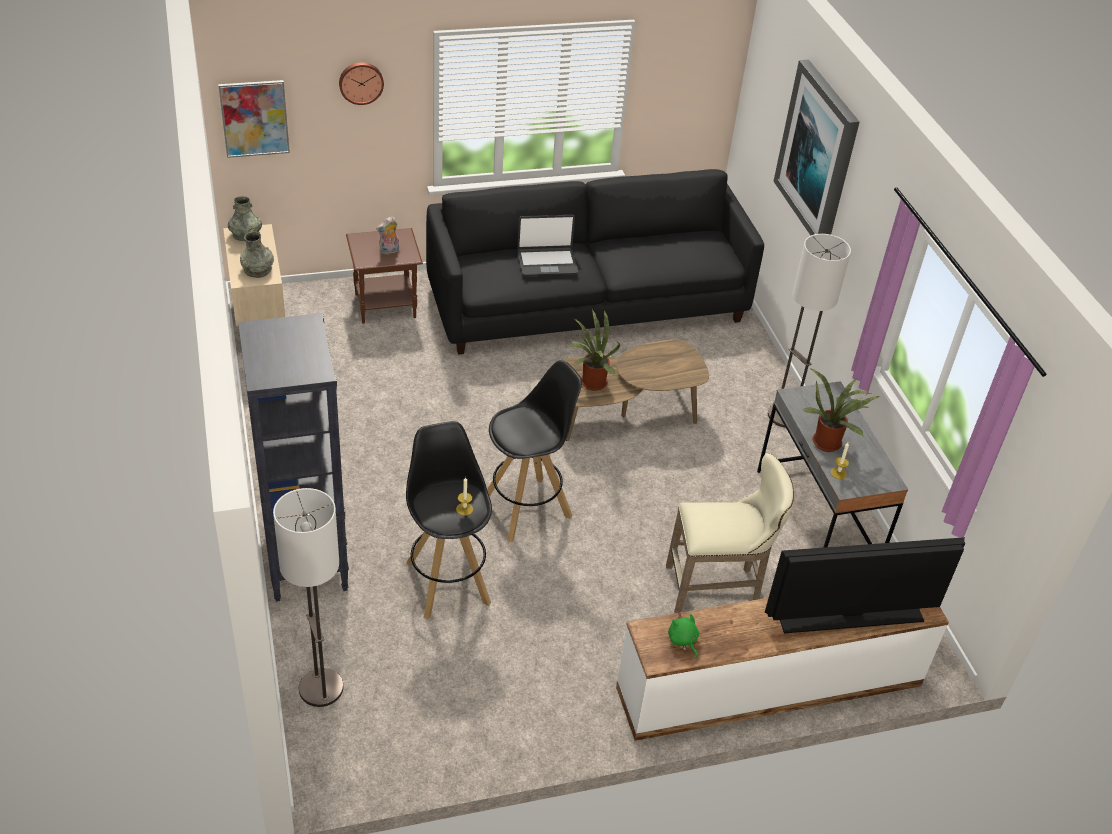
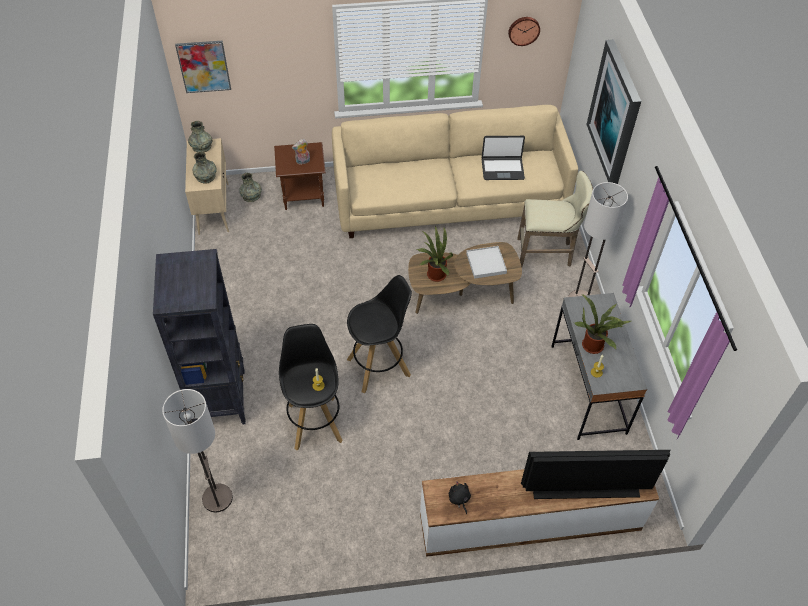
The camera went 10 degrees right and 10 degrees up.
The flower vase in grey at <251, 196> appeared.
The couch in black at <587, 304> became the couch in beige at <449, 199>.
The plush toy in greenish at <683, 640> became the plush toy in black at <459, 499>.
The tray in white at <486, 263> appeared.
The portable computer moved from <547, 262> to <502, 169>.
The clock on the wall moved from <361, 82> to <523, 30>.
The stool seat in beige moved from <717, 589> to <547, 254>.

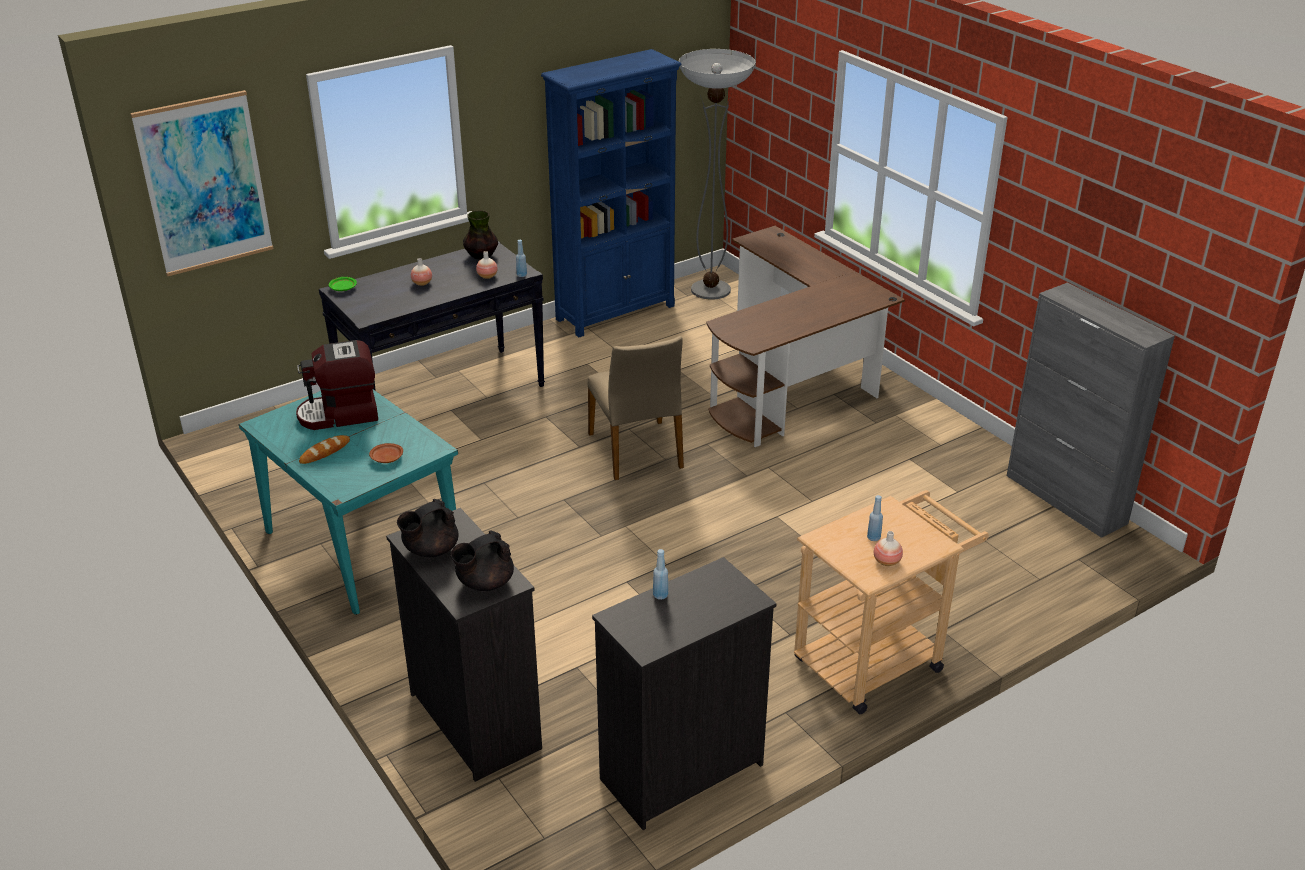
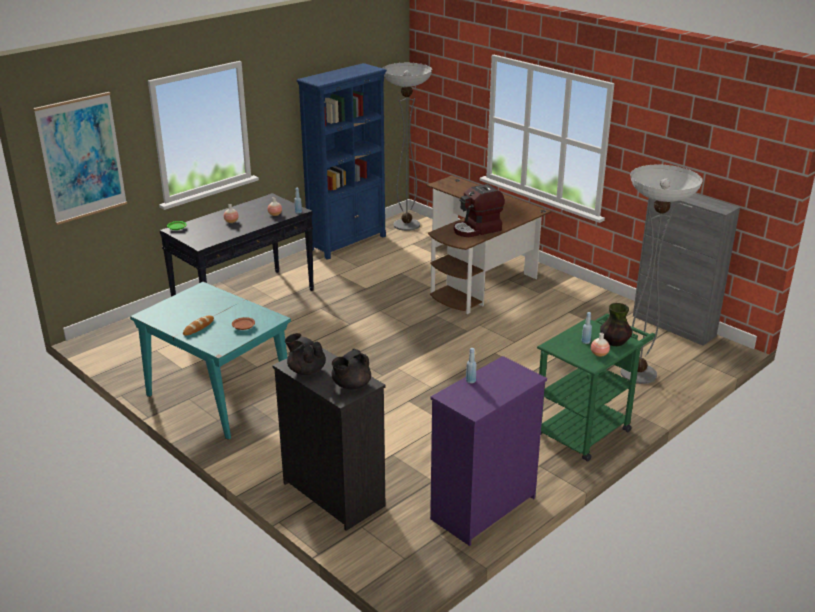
The camera went 10 degrees left and 5 degrees down.
The pot for tea in black at <430, 550> turned 90 degrees clockwise.
The chest of drawers in black at <679, 772> became the chest of drawers in purplish at <482, 508>.
The coffee brewer moved from <340, 414> to <477, 229>.
The wheeled cart in beige at <877, 658> became the wheeled cart in greenish at <587, 428>.
The flower vase moved from <481, 256> to <614, 342>.
The standing lamp at <638, 374> appeared.
The upright chair in beige at <637, 450> disappeared.

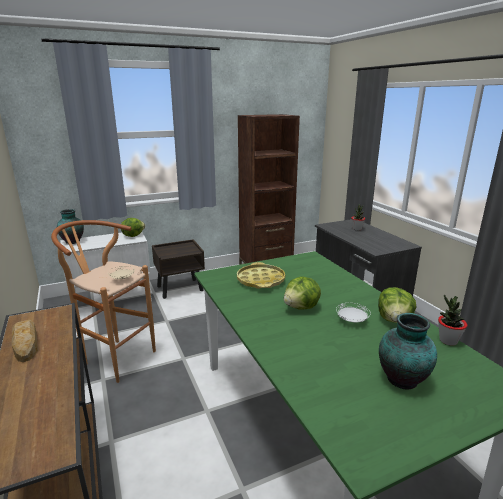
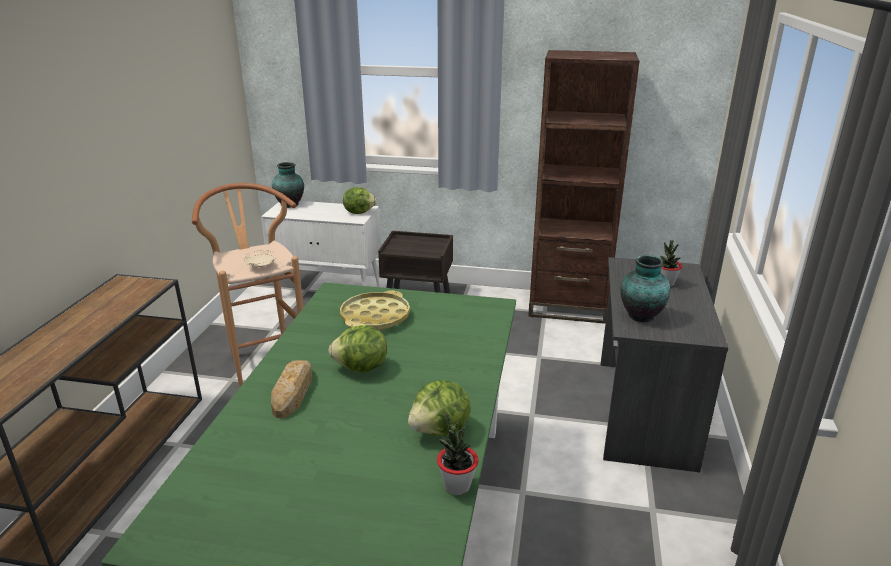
The camera went 35 degrees right and 5 degrees up.
The baked bread moved from <26, 343> to <293, 392>.
The flower vase moved from <402, 380> to <641, 316>.
The dinner plate in white at <351, 320> disappeared.

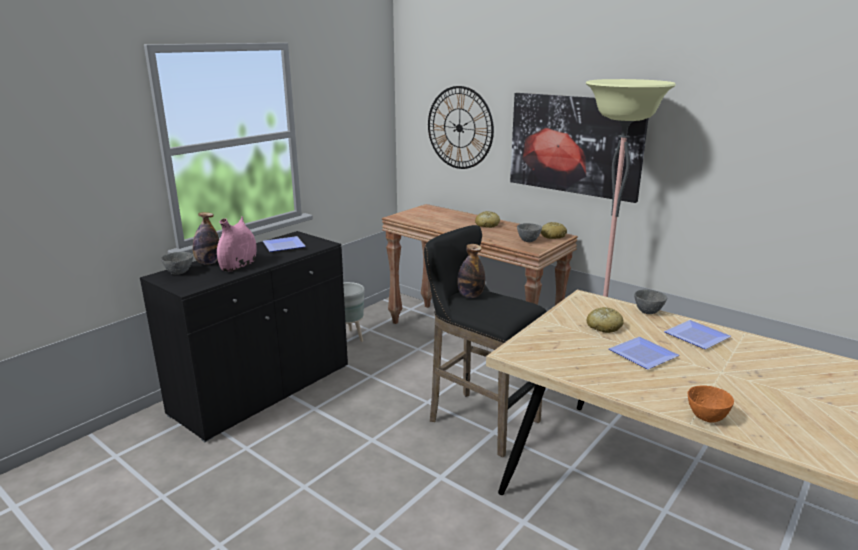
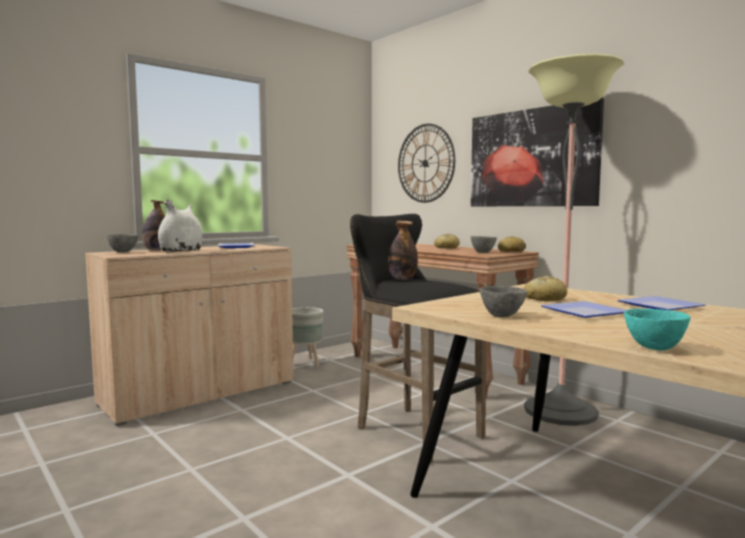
The camera went 10 degrees right and 15 degrees down.
The cabinet in black at <263, 390> became the cabinet in beige at <200, 393>.
The flower vase in pink-coloured at <239, 265> became the flower vase in white at <181, 251>.
The serving bowl in grey moved from <647, 312> to <502, 315>.
The serving bowl in orange-coloured at <707, 418> became the serving bowl in turquoise at <655, 348>.

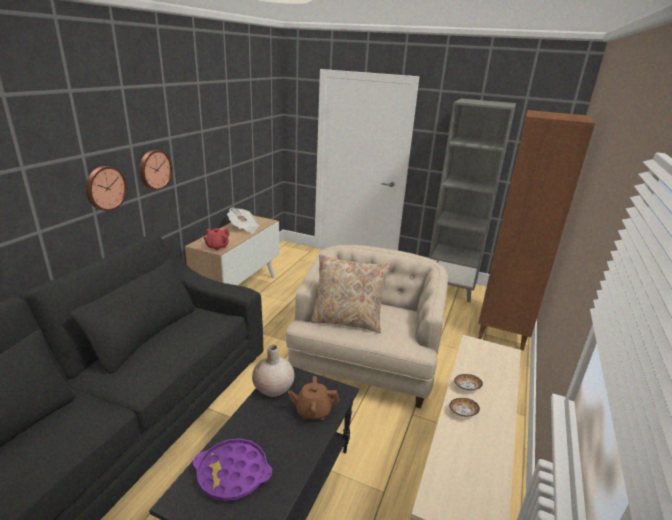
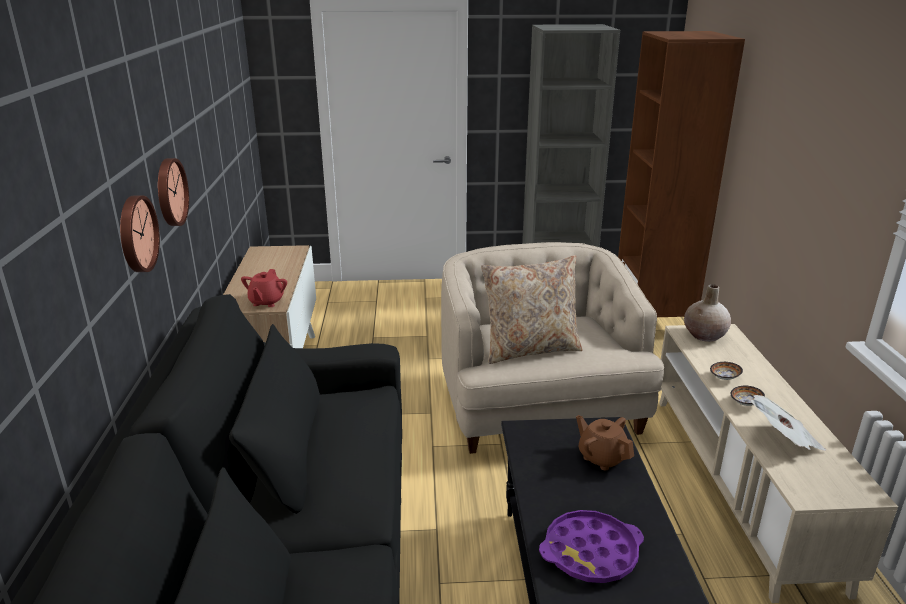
The camera went 25 degrees left and 0 degrees up.
The pot for tea in brown at <313, 411> turned 75 degrees clockwise.
The flower vase in beige moved from <273, 388> to <705, 335>.
The printed paper moved from <244, 228> to <783, 440>.

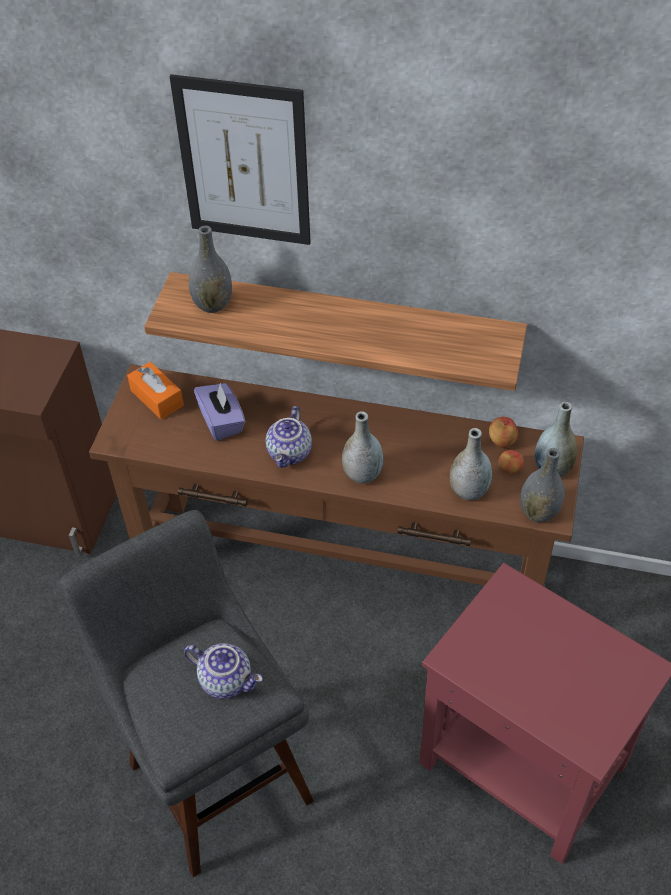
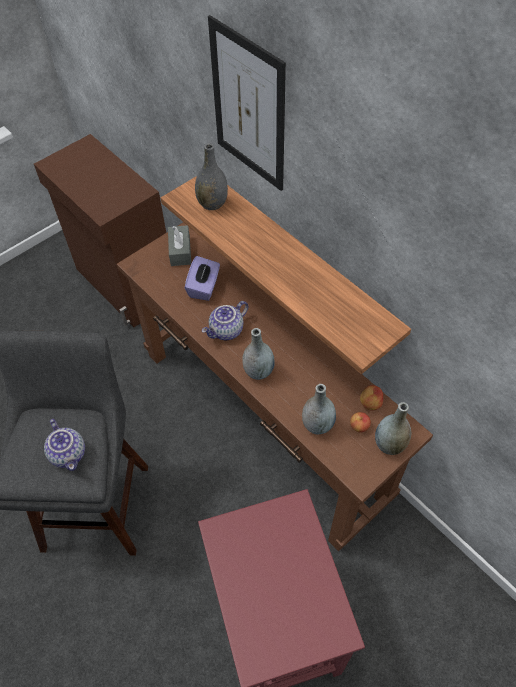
The camera went 35 degrees right and 5 degrees up.
The tissue box in orange-coloured at <157, 398> became the tissue box in grey at <180, 251>.
The flower vase in grey at <539, 512> disappeared.

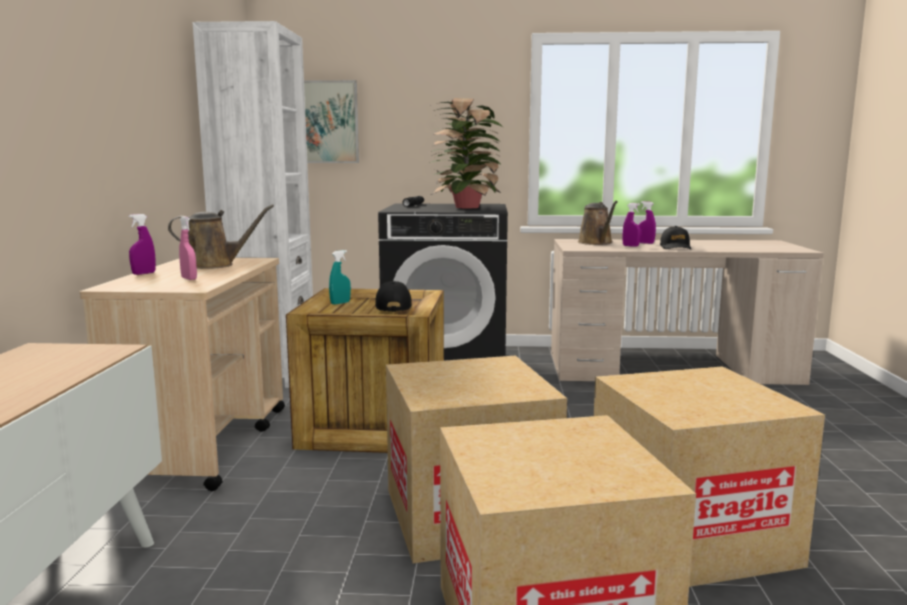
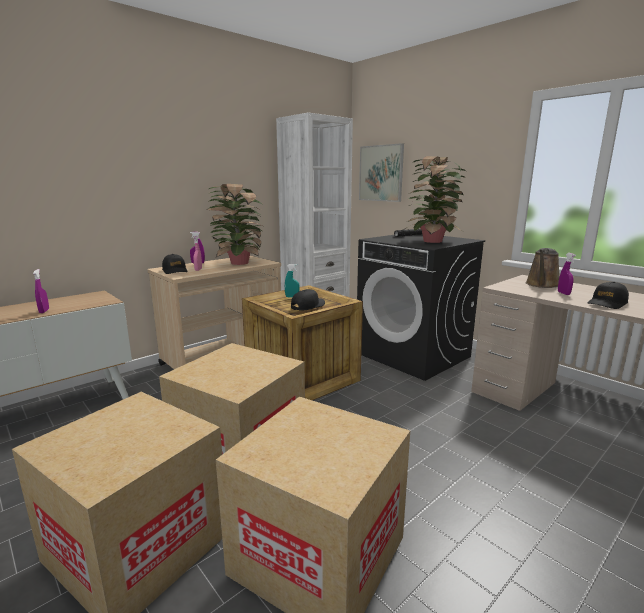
The camera went 45 degrees right and 5 degrees up.
The spray bottle in purplish moved from <645, 243> to <44, 311>.
The baseball cap in black at <175, 271> appeared.
The watering pot in brown at <214, 265> was replaced by the houseplant at <238, 263>.

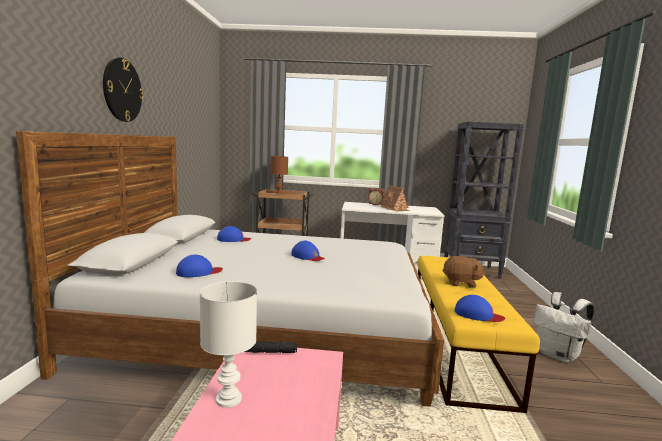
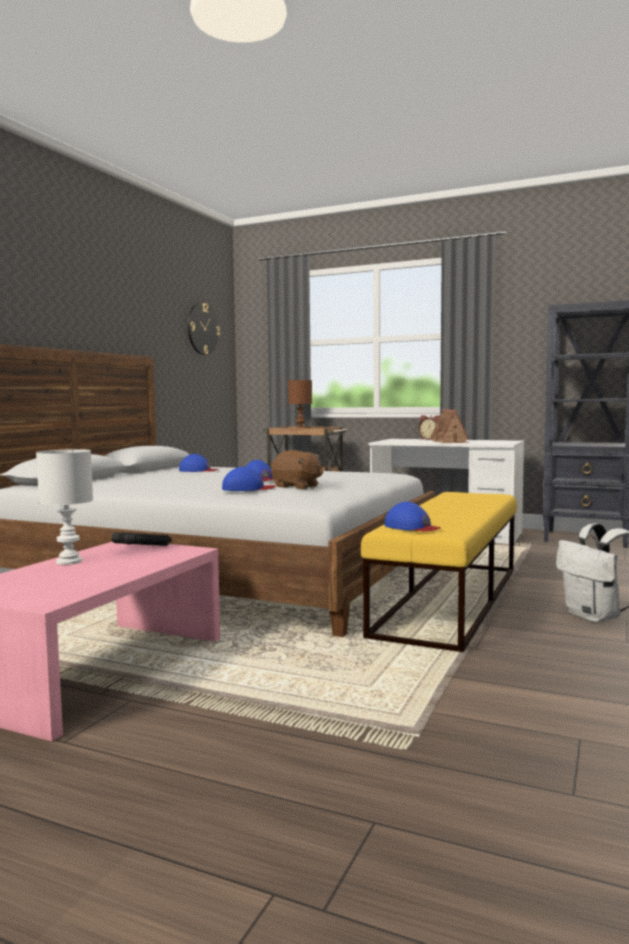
The camera went 20 degrees right and 5 degrees down.
The clock on the wall moved from <122, 90> to <202, 328>.
The baseball cap in blue moved from <198, 272> to <248, 488>.
The plush toy in brown moved from <461, 283> to <297, 487>.

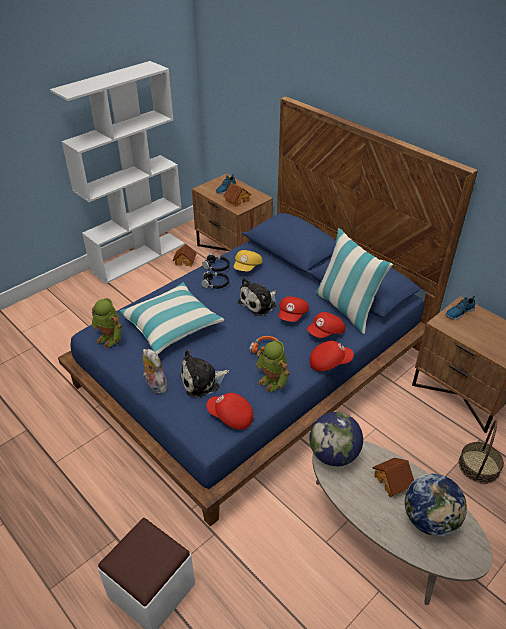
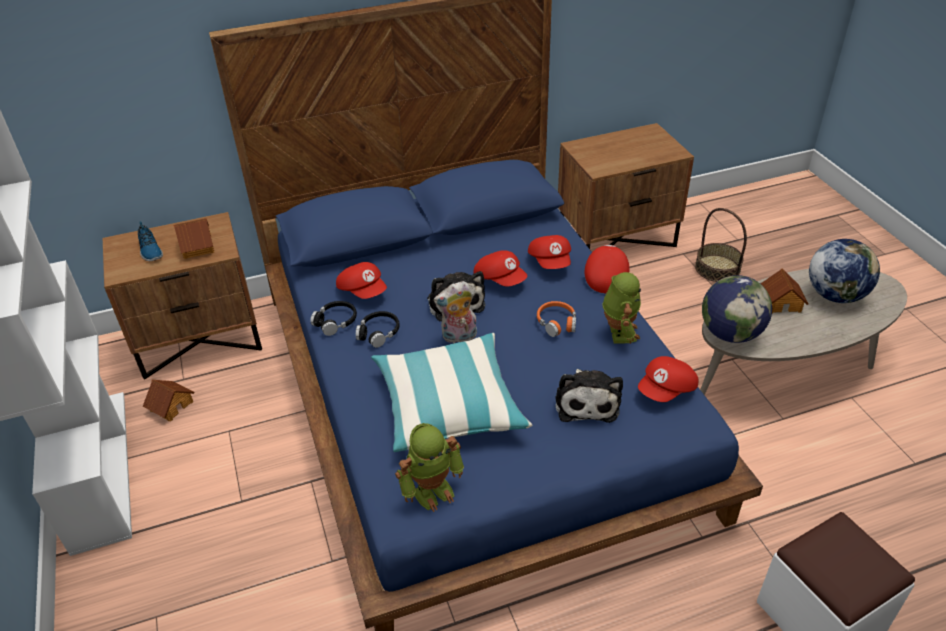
The camera went 65 degrees left and 0 degrees up.
The baseball cap in yellow-coloured at <248, 267> became the baseball cap in red at <363, 291>.
The plush toy moved from <155, 385> to <459, 337>.
The toy robot at <273, 381> turned 75 degrees counterclockwise.
The cushion at <346, 308> disappeared.
The item of footwear at <459, 312> disappeared.

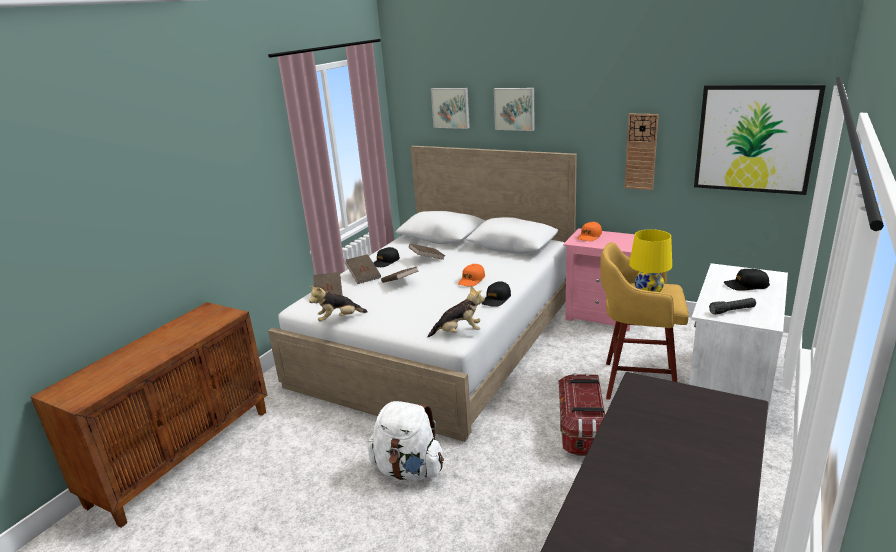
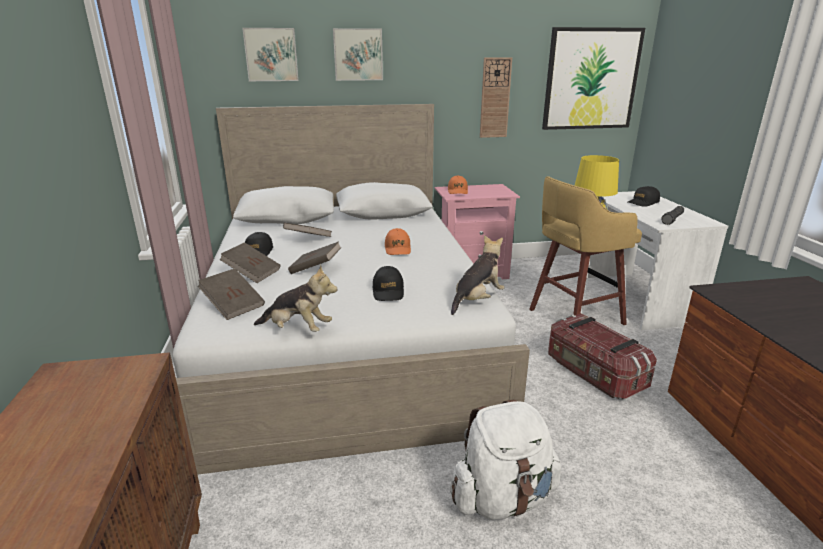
The camera went 40 degrees left and 0 degrees up.
The plush toy at <339, 319> turned 105 degrees counterclockwise.
The baseball cap in black moved from <496, 299> to <388, 291>.

